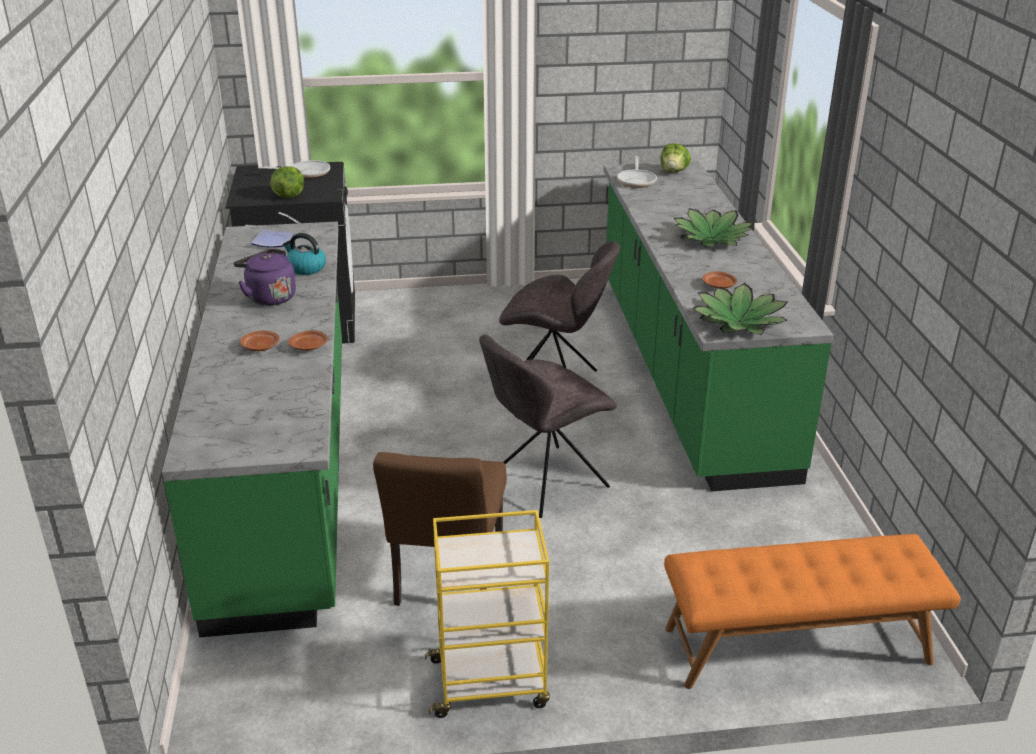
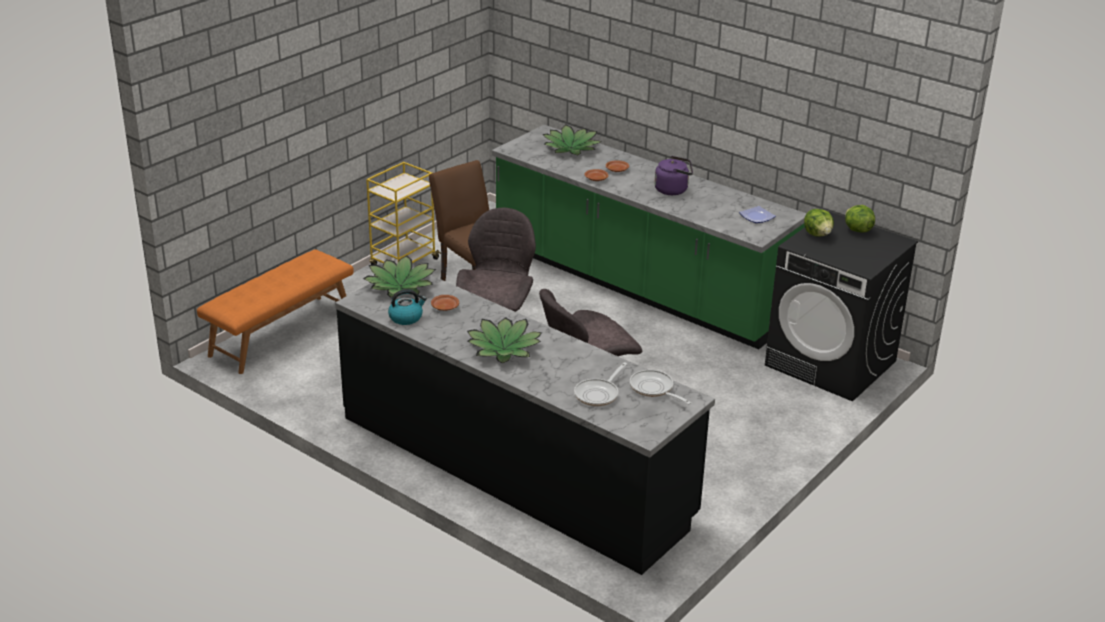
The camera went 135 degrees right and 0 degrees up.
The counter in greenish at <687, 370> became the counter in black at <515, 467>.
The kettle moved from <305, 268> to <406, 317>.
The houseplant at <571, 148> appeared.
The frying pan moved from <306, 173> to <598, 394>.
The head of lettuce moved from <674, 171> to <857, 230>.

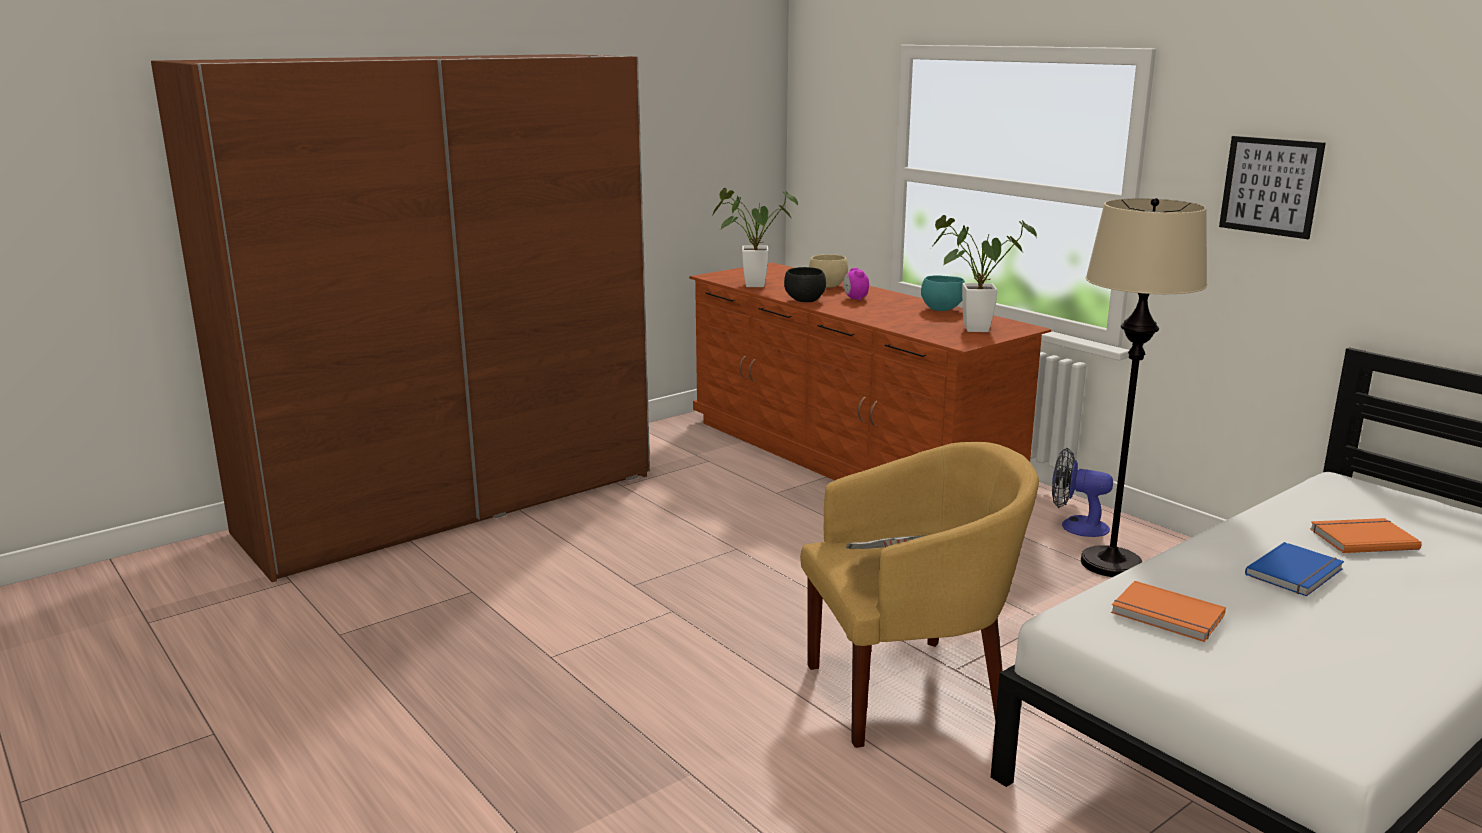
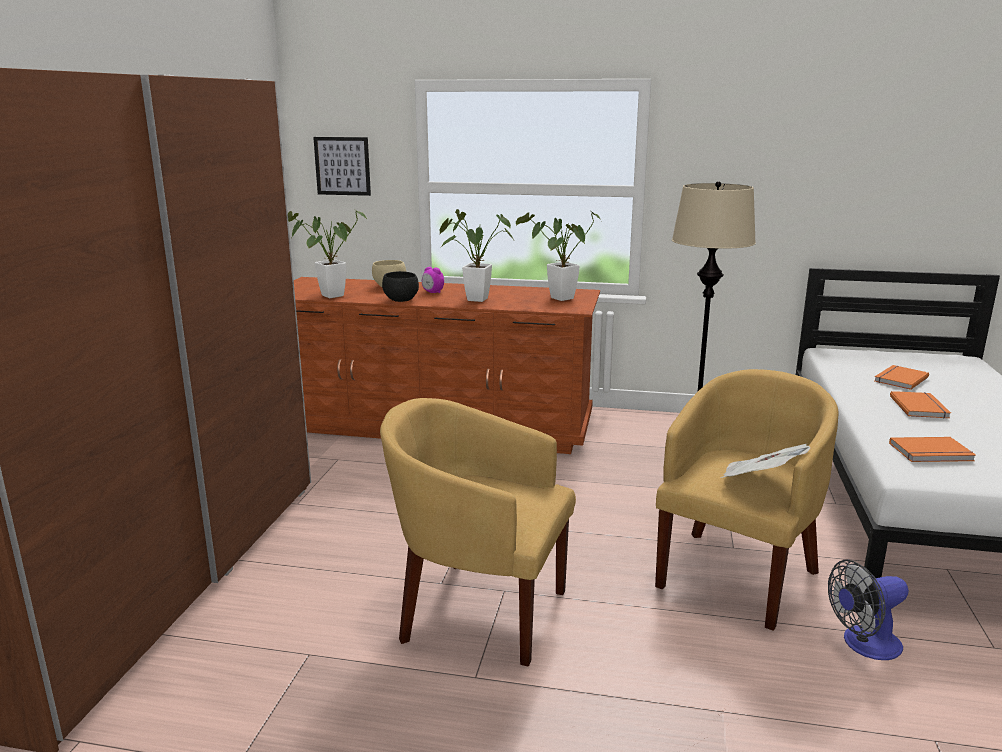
The camera went 40 degrees left and 0 degrees up.
The wall art moved from <1270, 186> to <342, 166>.
The armchair in yellow-coloured at <478, 610> appeared.
The houseplant at <472, 299> appeared.
The fan moved from <1076, 526> to <864, 645>.
The volume in blue at <1297, 573> became the volume in orange-coloured at <920, 407>.
The serving bowl in turquoise at <941, 309> disappeared.

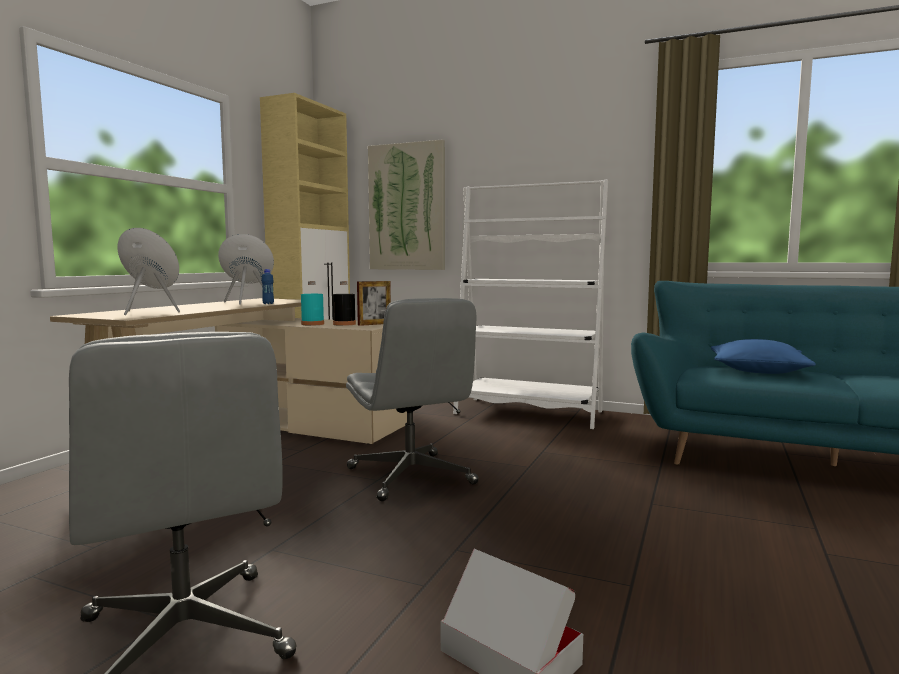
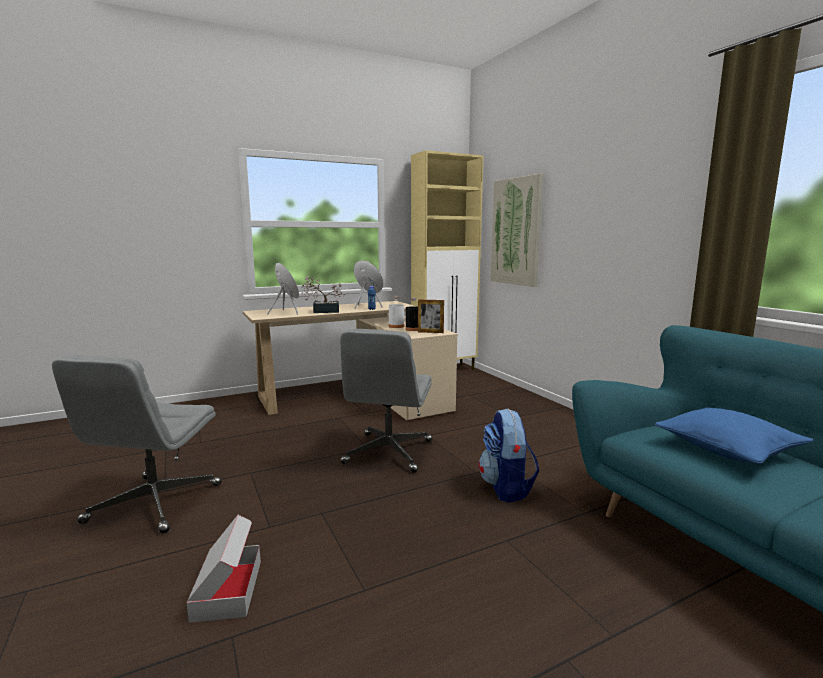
The camera went 40 degrees right and 5 degrees up.
The houseplant at <322, 311> appeared.
The beverage bottle in turquoise at <312, 324> became the beverage bottle in white at <396, 326>.
The backpack at <506, 488> appeared.
The bookshelf in white at <528, 413> disappeared.

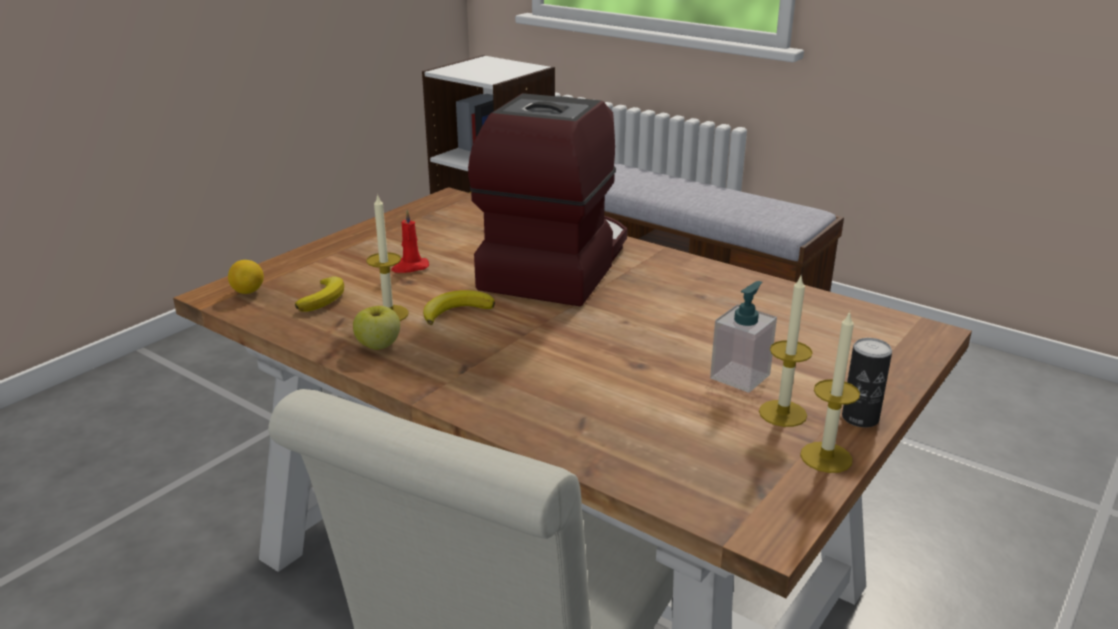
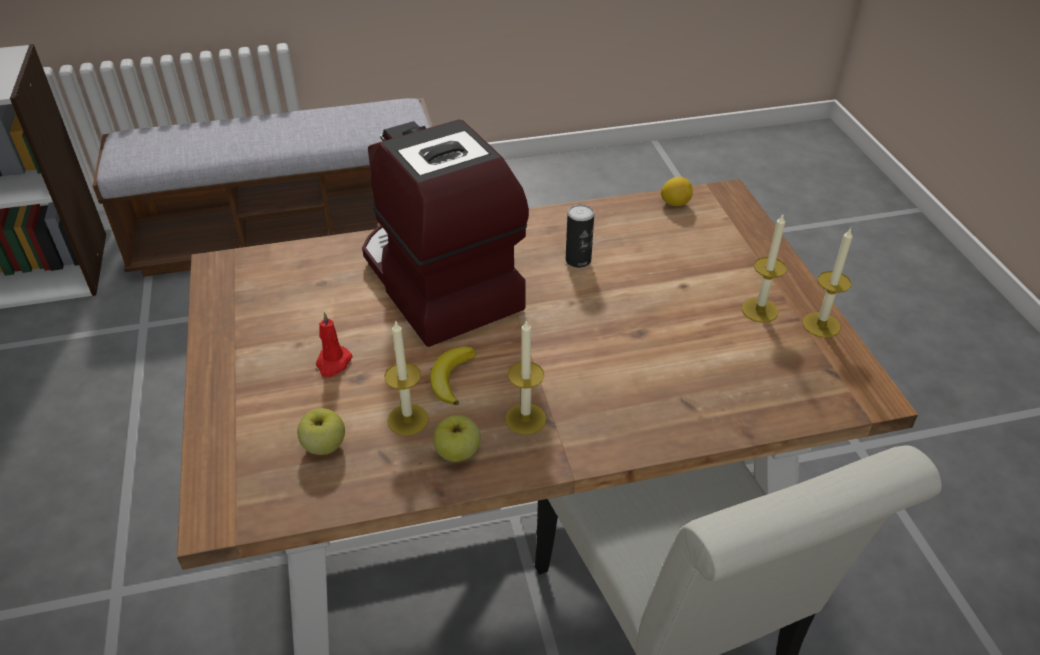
The camera went 50 degrees left and 15 degrees up.
The banana fruit at <324, 298> was replaced by the apple fruit at <324, 446>.
The wax candle at <525, 418> appeared.
The can moved from <860, 418> to <578, 260>.
The whole lemon moved from <248, 292> to <675, 203>.
The liquid soap bottle at <740, 376> disappeared.

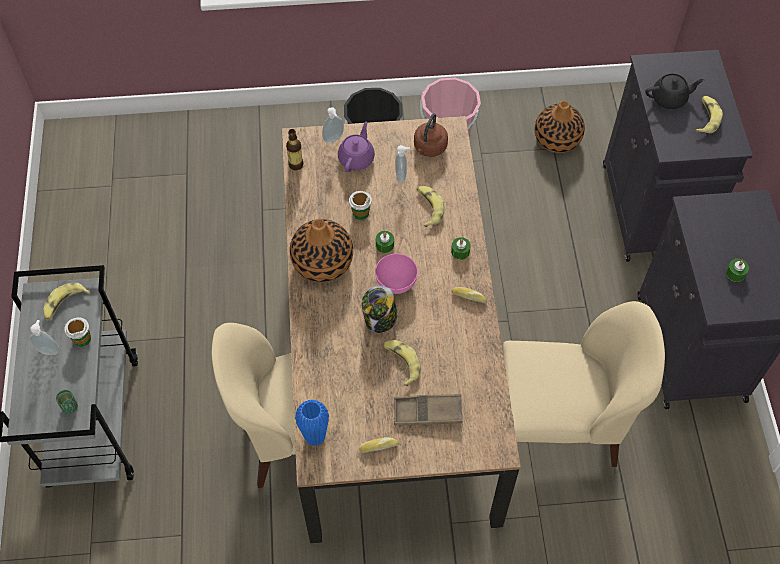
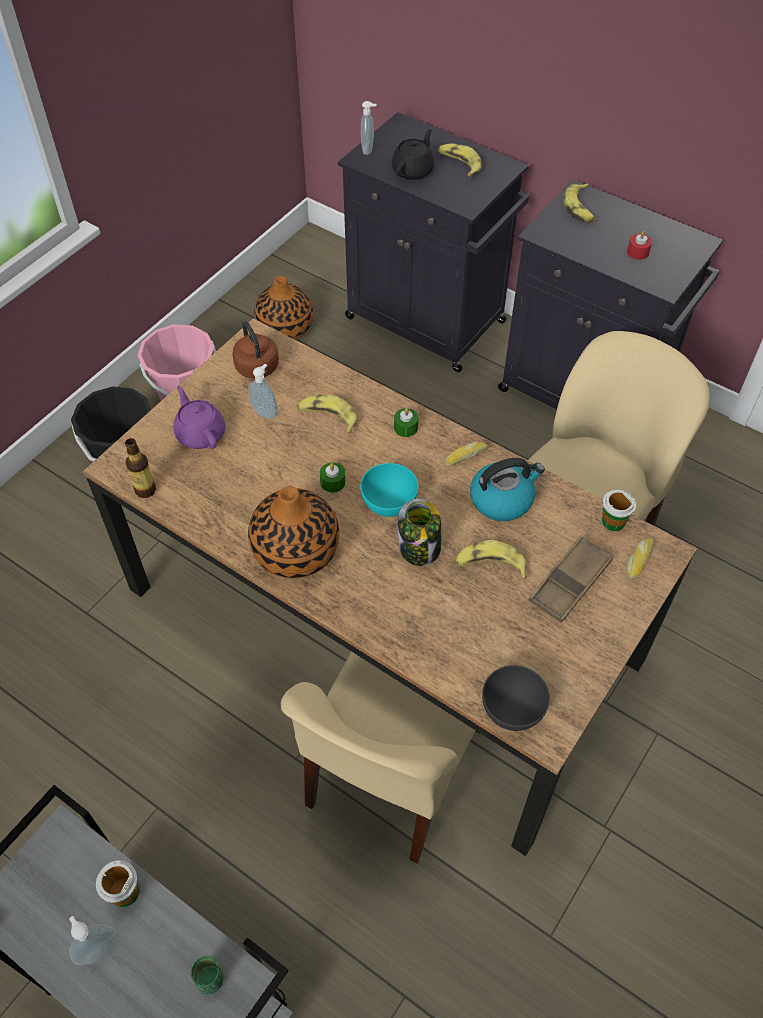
The camera went 50 degrees left and 5 degrees down.
The serving bowl in pink-coloured at <395, 283> became the serving bowl in turquoise at <388, 504>.
The liquid soap bottle moved from <334, 139> to <368, 150>.
The kettle at <502, 499> appeared.
The flower vase in blue at <315, 437> was replaced by the serving bowl in grey at <511, 710>.
The banana fruit moved from <65, 304> to <580, 208>.
The small cup moved from <360, 213> to <613, 521>.
The baked bread moved from <378, 446> to <638, 560>.
The wax candle in greenish at <735, 273> became the wax candle in red at <637, 252>.

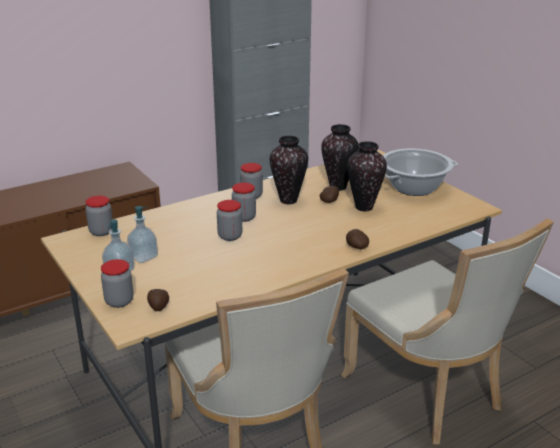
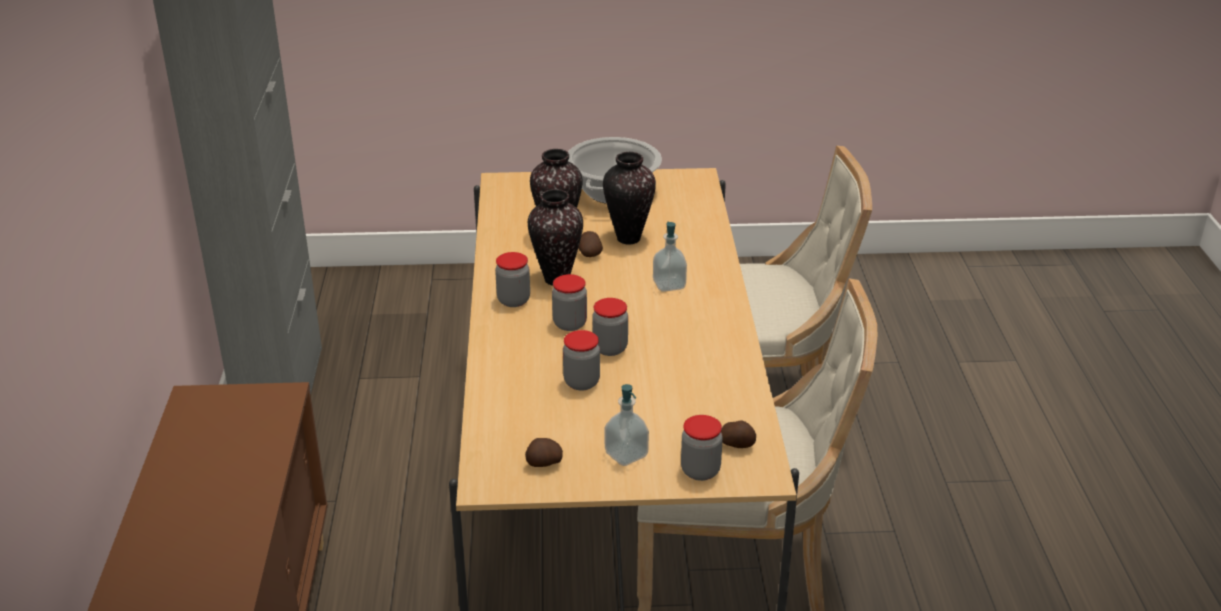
The camera went 60 degrees left and 5 degrees up.
The potato moved from <356, 247> to <544, 463>.
The preserve jar moved from <101, 232> to <581, 382>.
The liquid soap bottle moved from <143, 257> to <669, 285>.

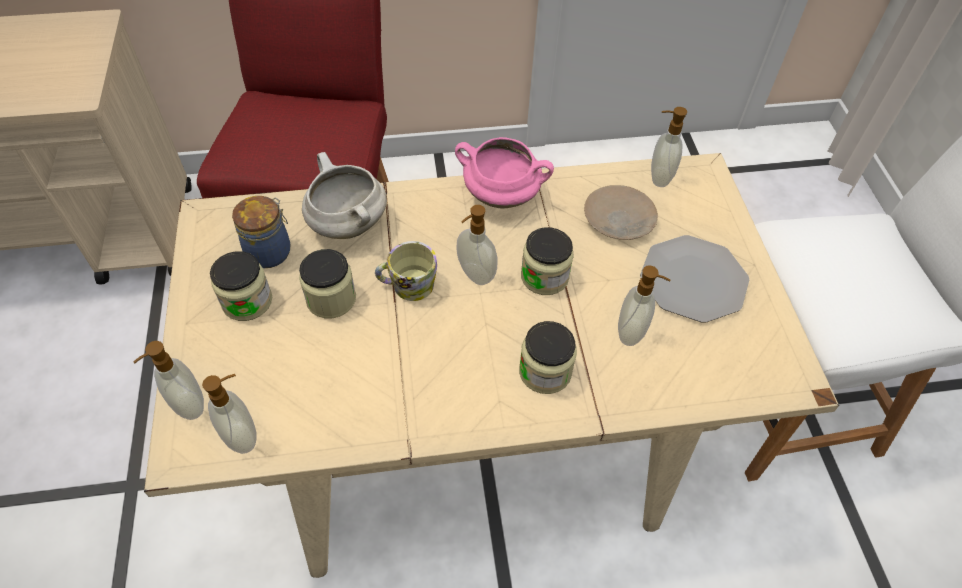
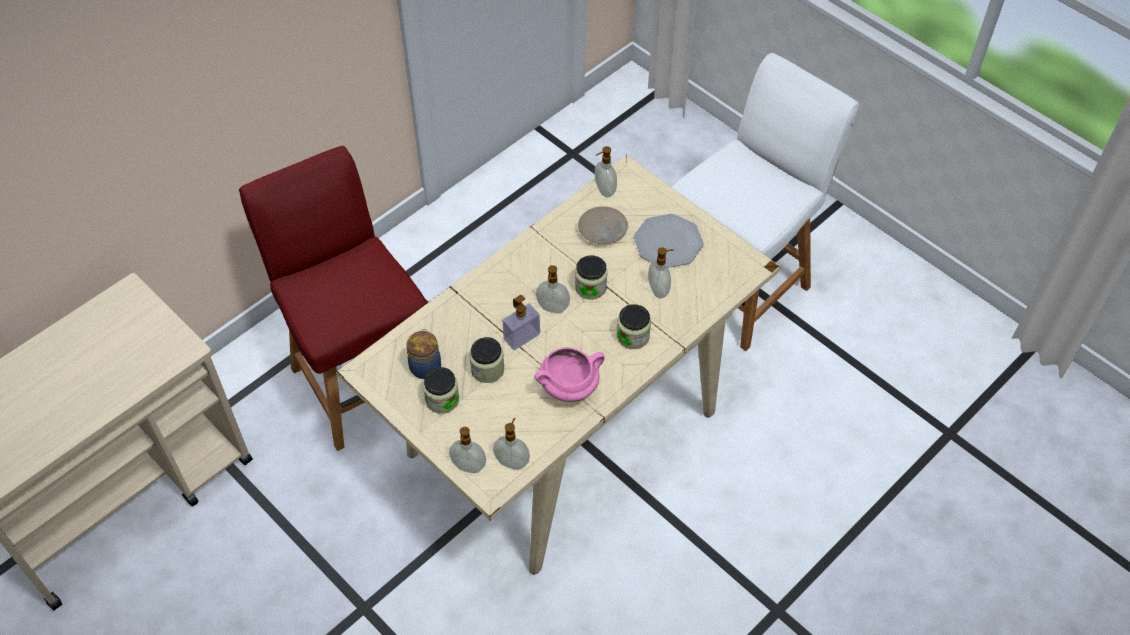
The camera went 35 degrees left and 0 degrees up.
The coffee mug at <407, 285> was replaced by the liquid soap bottle at <522, 337>.
The saucepot in pink-coloured moved from <503, 195> to <569, 386>.
The saucepot in white at <346, 223> disappeared.

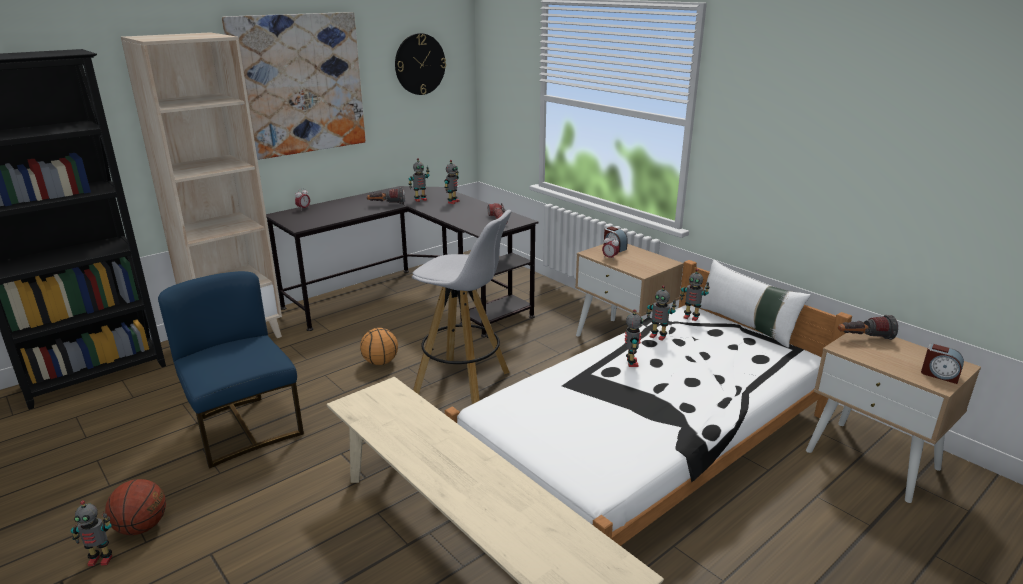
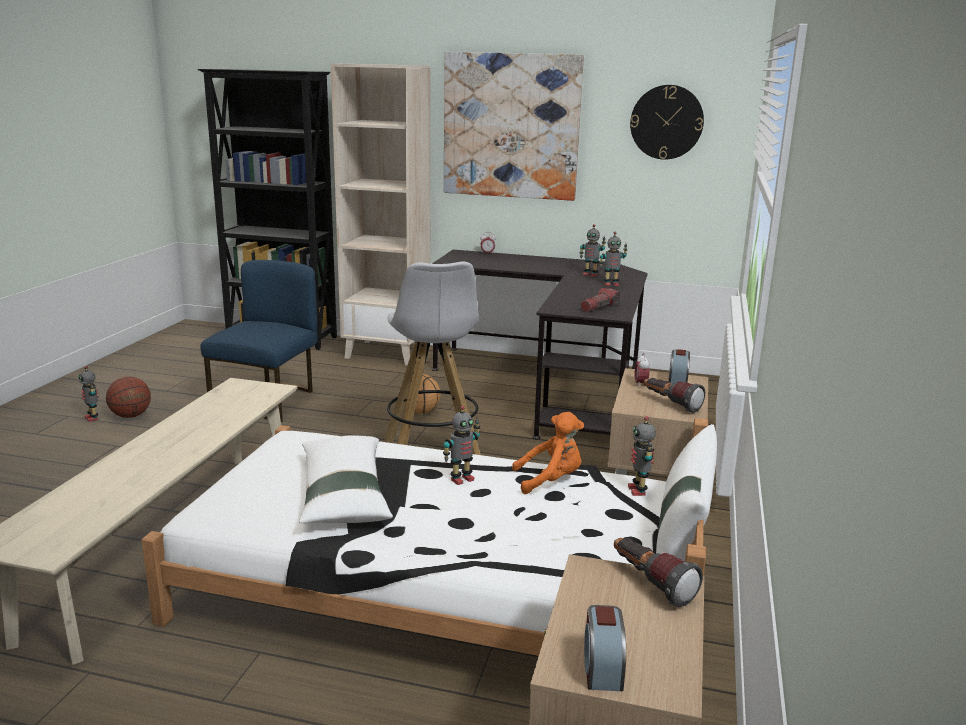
The camera went 55 degrees right and 5 degrees down.
The cushion in white at <343, 493> appeared.
The toy robot at <658, 336> was replaced by the plush toy in orange-coloured at <550, 480>.
The torch moved from <386, 205> to <670, 404>.

